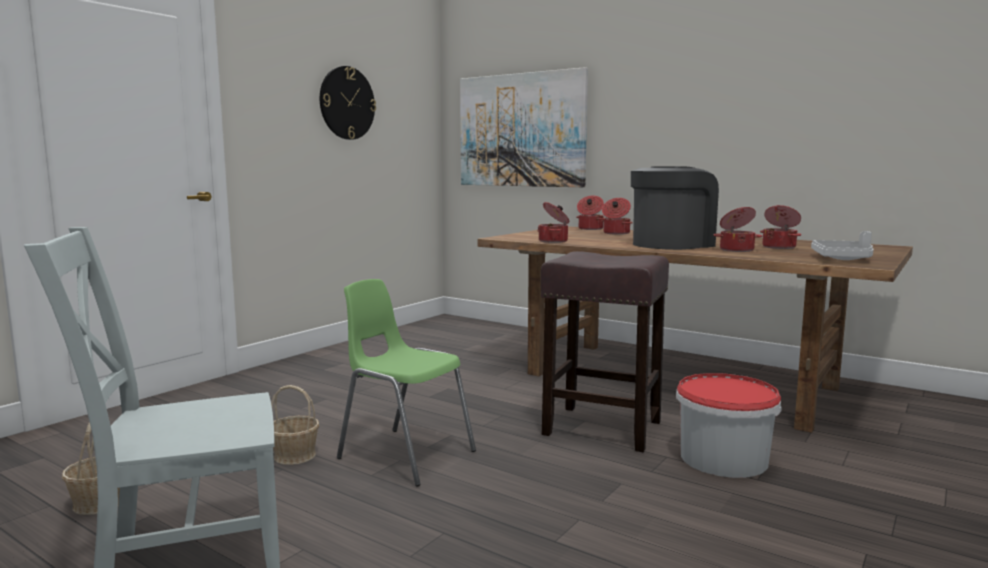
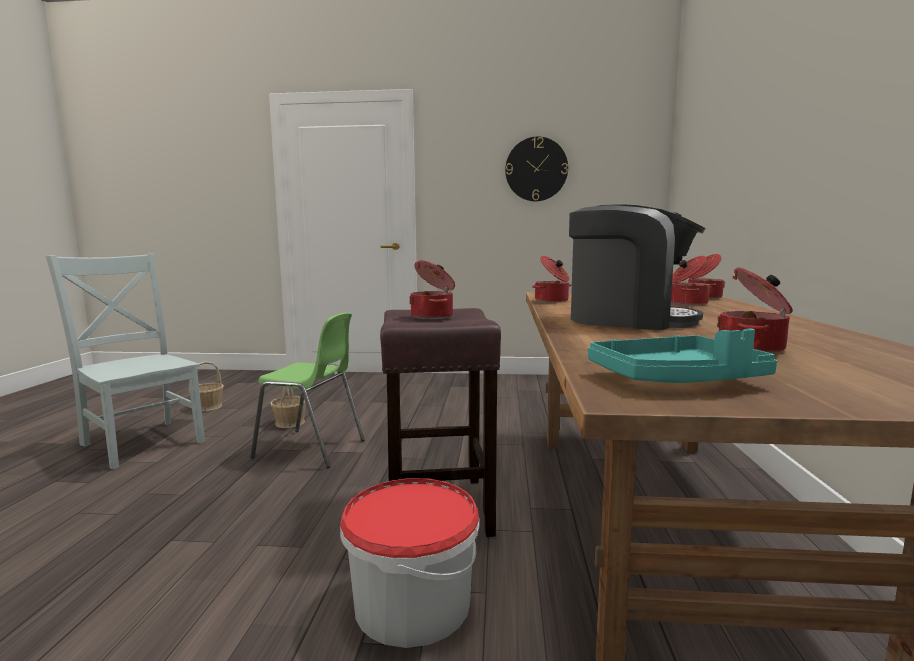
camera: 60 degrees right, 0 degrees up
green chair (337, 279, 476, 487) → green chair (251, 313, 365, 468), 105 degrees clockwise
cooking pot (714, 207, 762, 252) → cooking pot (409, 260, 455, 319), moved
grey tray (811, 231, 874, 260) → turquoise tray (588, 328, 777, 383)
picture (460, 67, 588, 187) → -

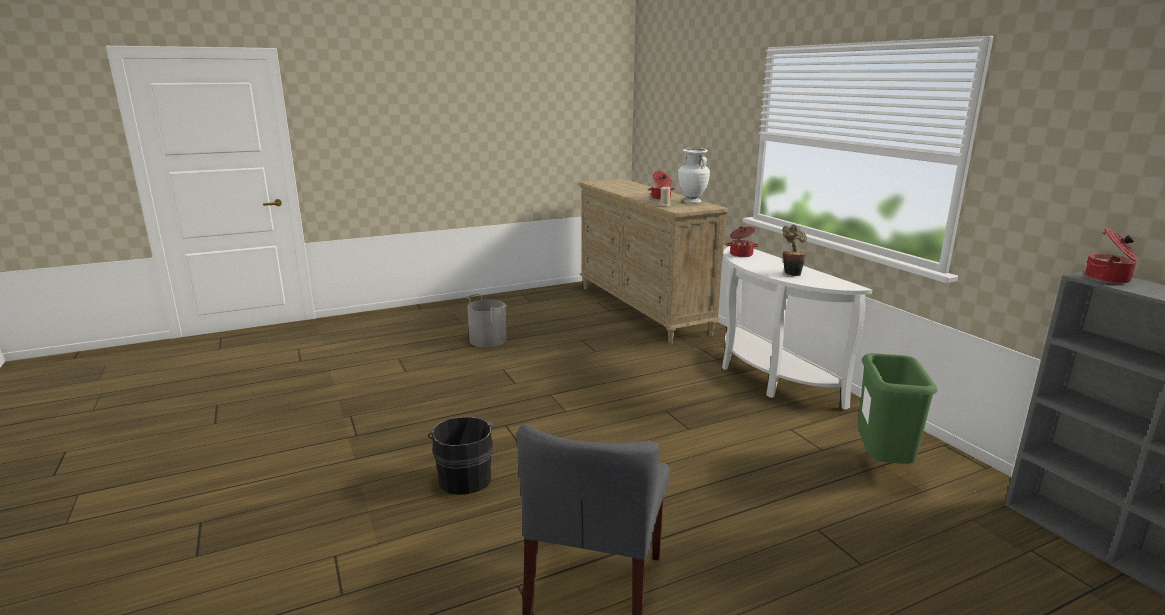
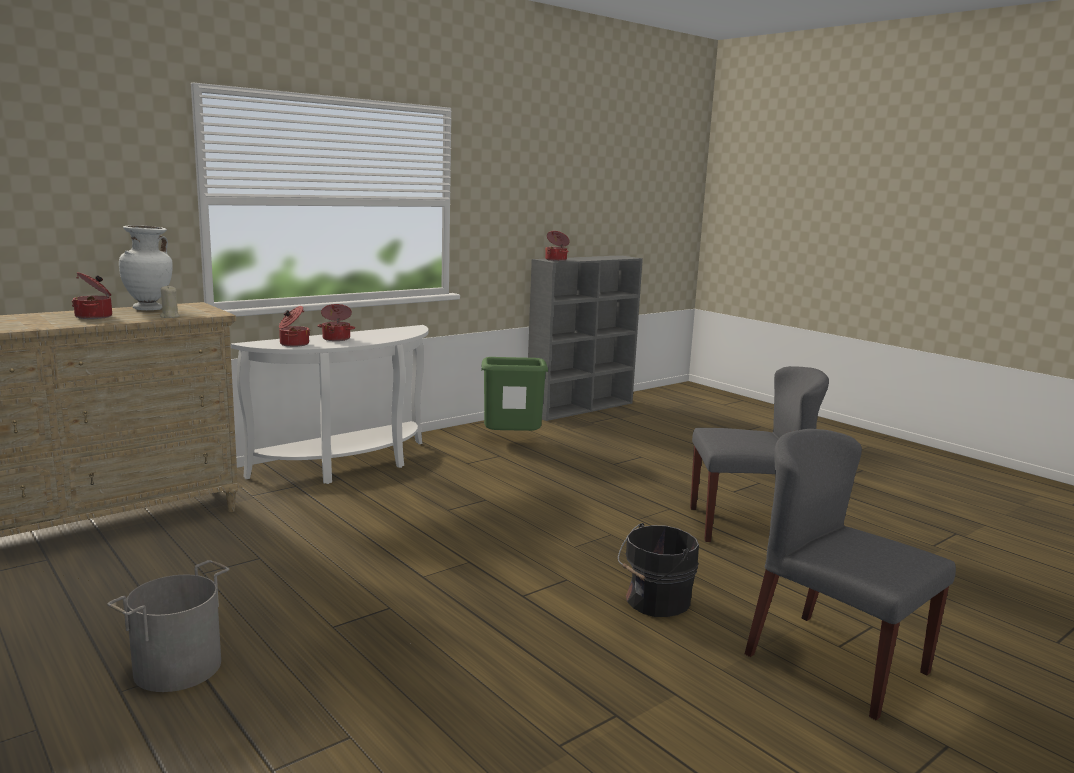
camera: 105 degrees left, 5 degrees down
- → cooking pot (318, 304, 355, 341)
- → grey chair (745, 429, 956, 721)
potted plant (782, 225, 807, 276) → -

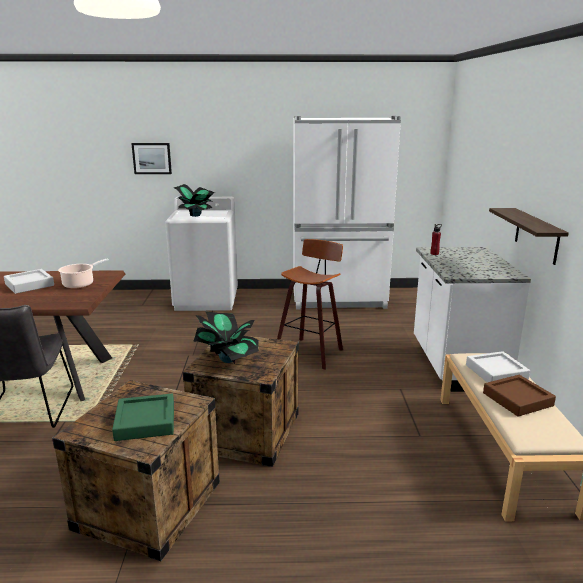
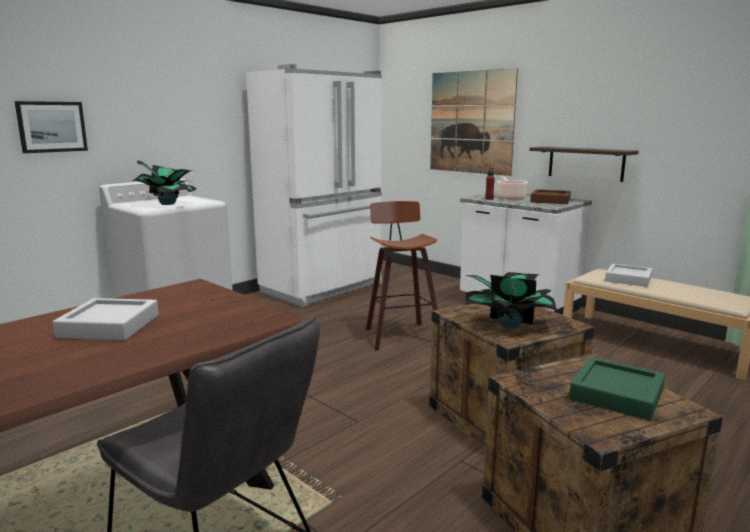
camera: 45 degrees left, 5 degrees down
- → picture (430, 68, 518, 176)
cooking pot (58, 259, 109, 289) → cooking pot (497, 177, 528, 199), moved
brown tray (483, 375, 556, 417) → brown tray (530, 189, 571, 204), moved

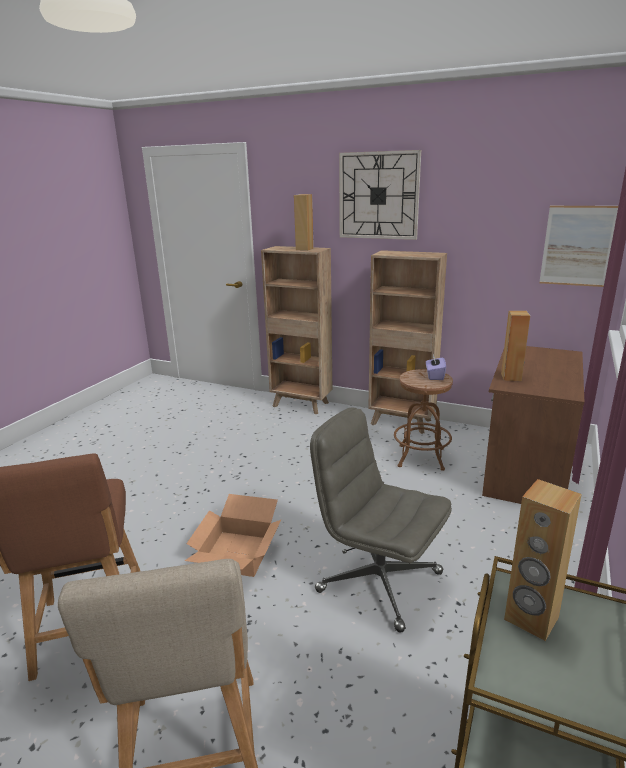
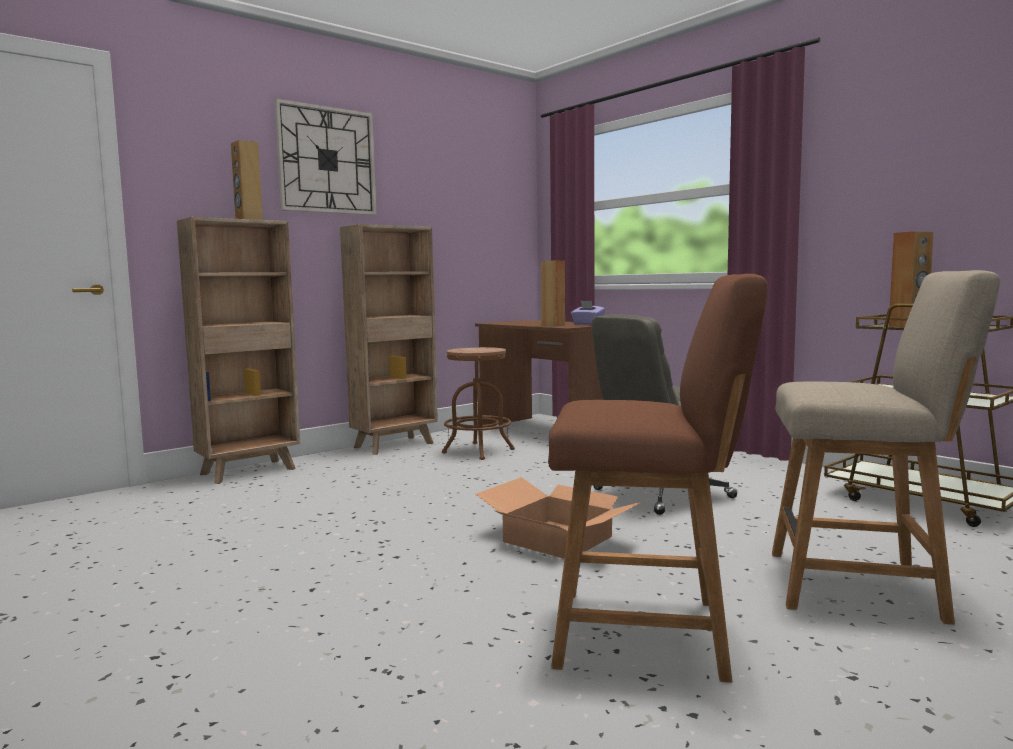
camera: 65 degrees left, 15 degrees down
purple tissue box (426, 354, 446, 380) → purple tissue box (571, 301, 605, 325), moved
picture (539, 206, 618, 287) → -

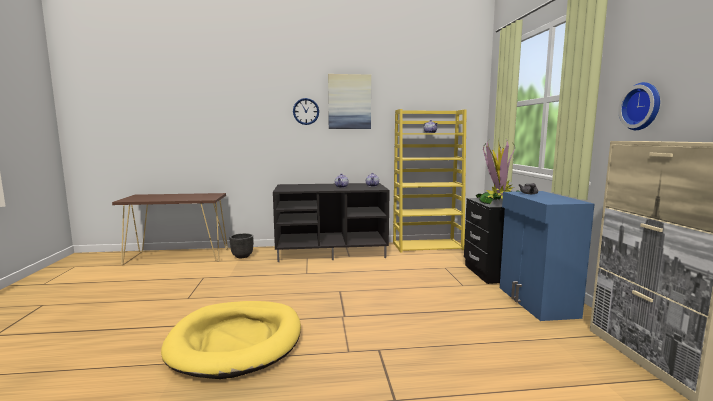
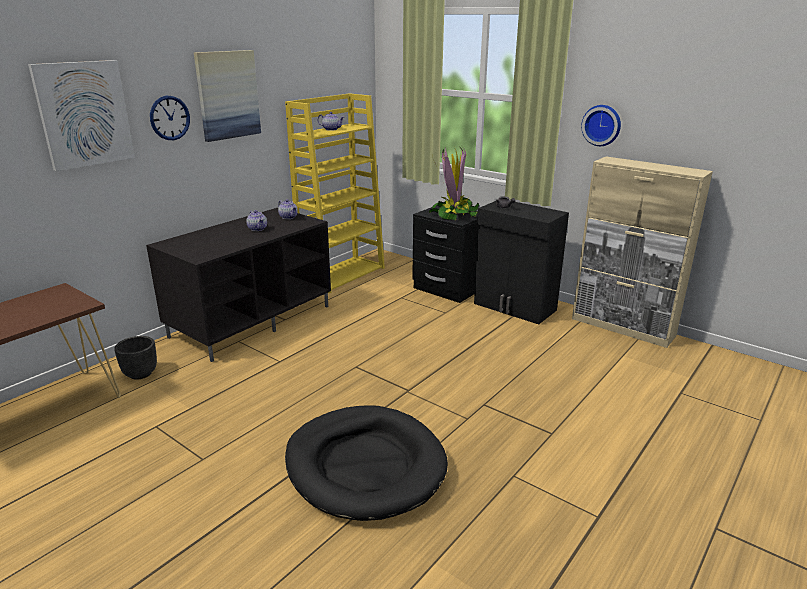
camera: 45 degrees left, 15 degrees up
- → picture (28, 60, 135, 171)
yellow dog bed (161, 301, 301, 379) → black dog bed (285, 405, 448, 521)
blue cabinet (500, 191, 594, 321) → black cabinet (474, 201, 569, 324)

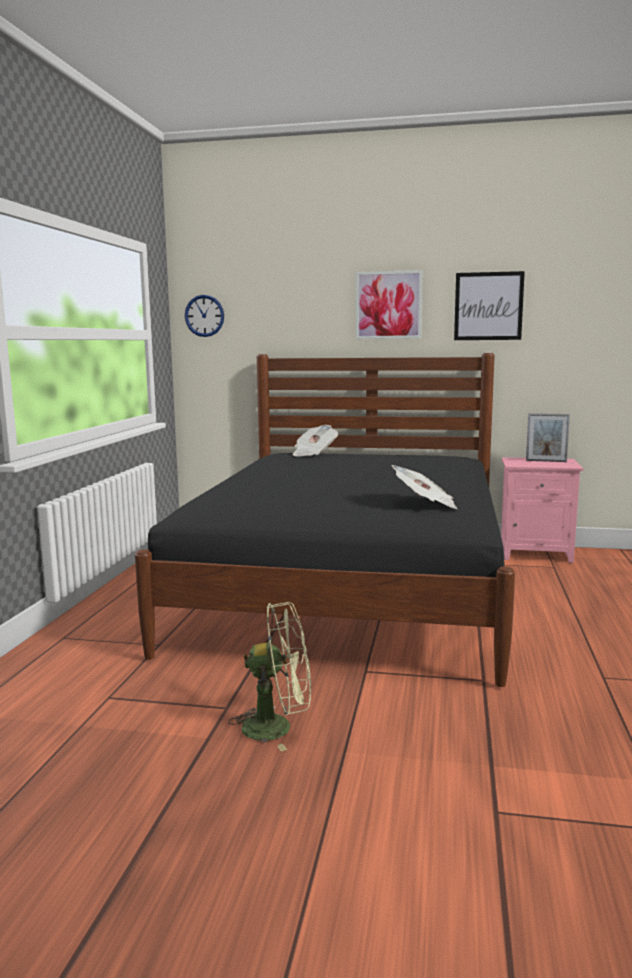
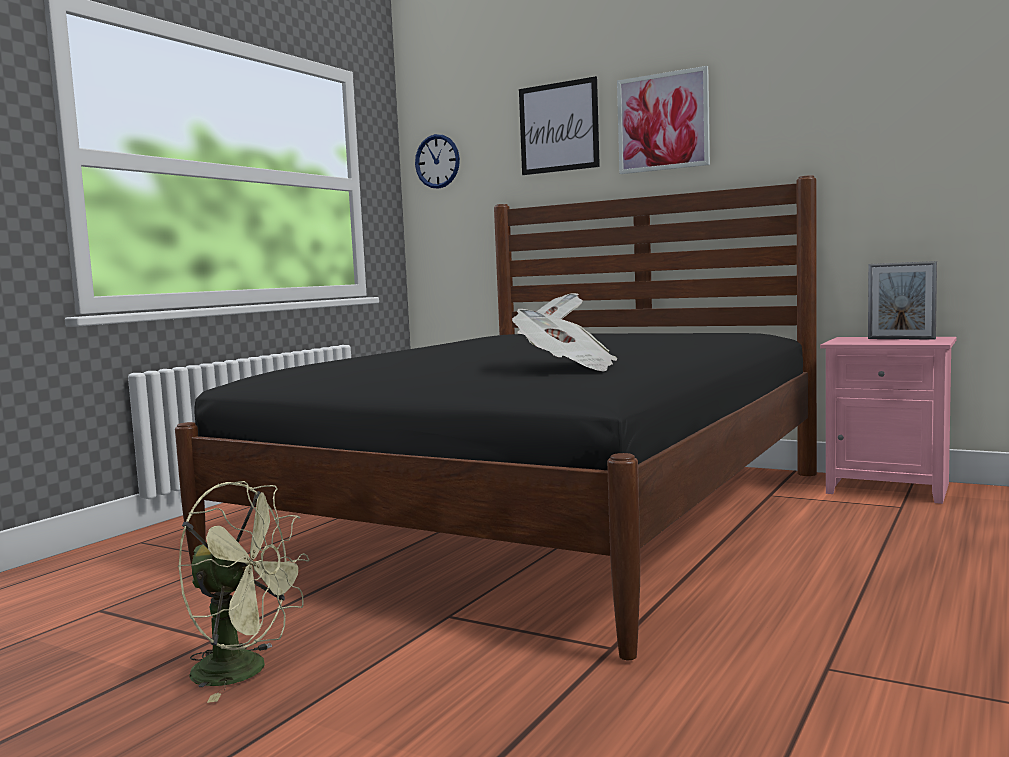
camera: 20 degrees right, 5 degrees down
picture (454, 271, 525, 340) → picture (519, 76, 600, 175), moved

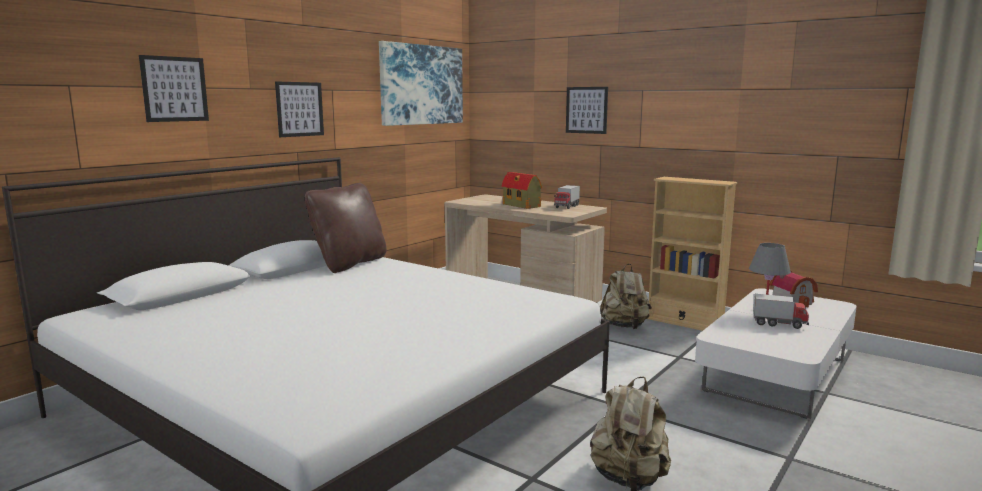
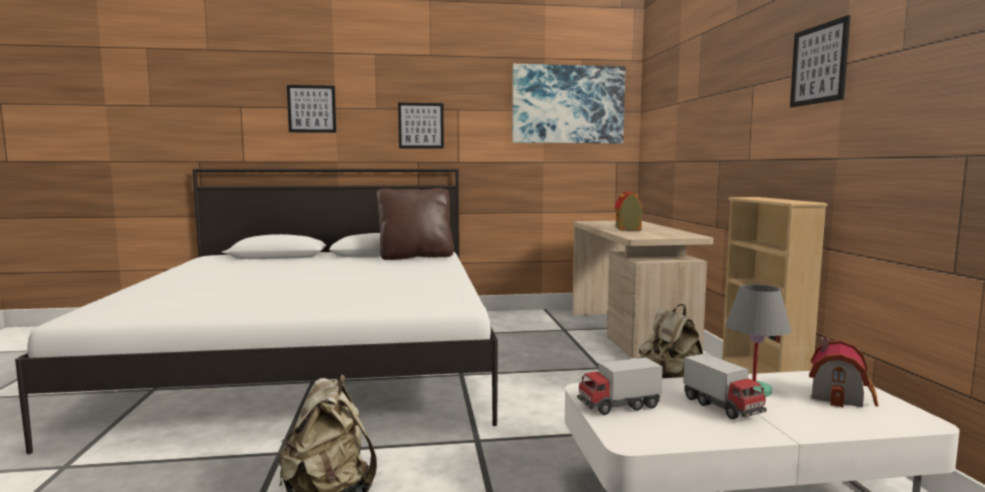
camera: 45 degrees right, 5 degrees down
toy truck (554, 185, 580, 209) → toy truck (577, 357, 663, 415), moved
picture (566, 87, 608, 134) → picture (790, 15, 850, 107), moved

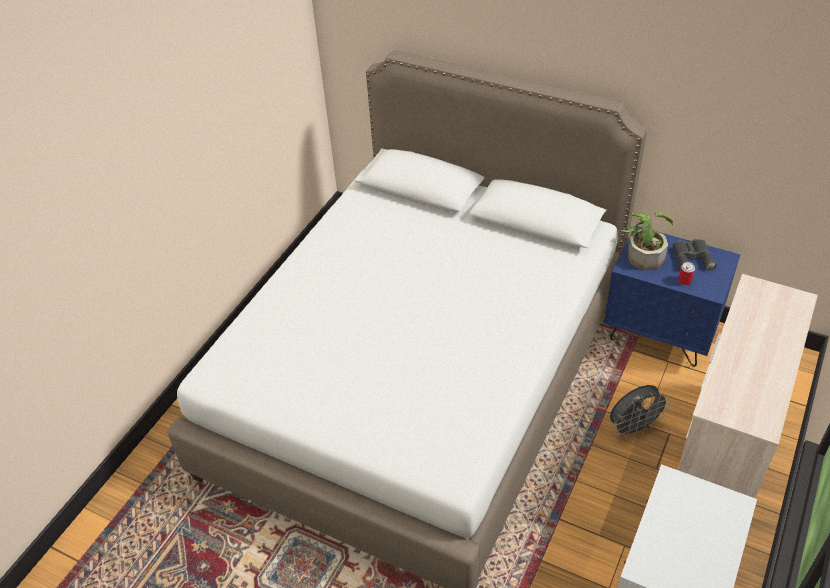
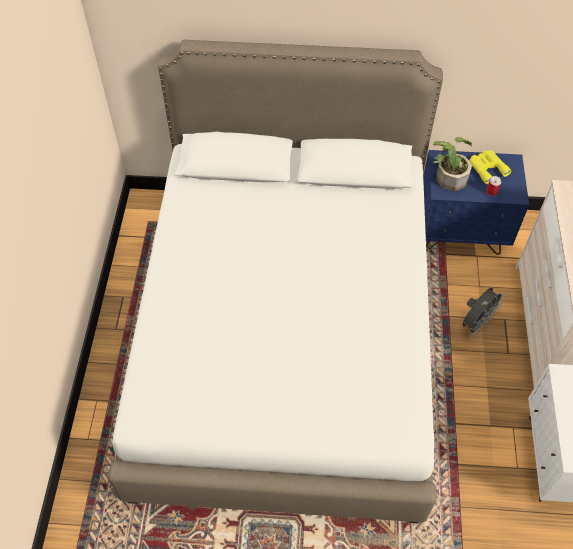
camera: 25 degrees left, 10 degrees up
grey binoculars (672, 239, 717, 271) → yellow binoculars (469, 150, 512, 184)

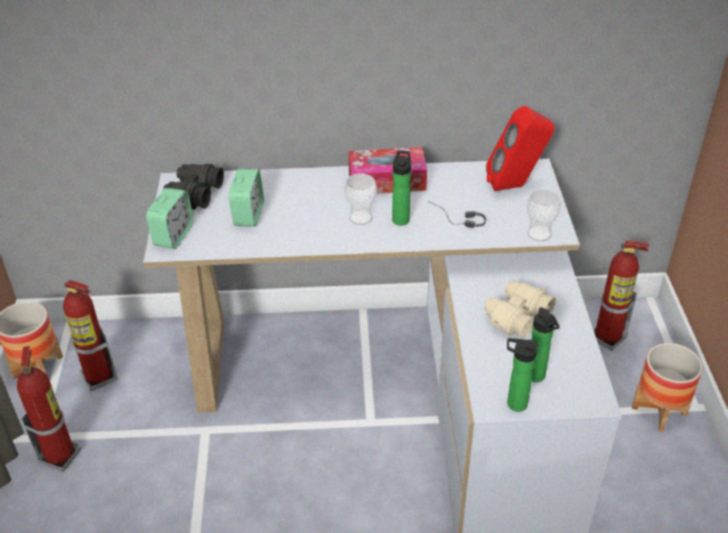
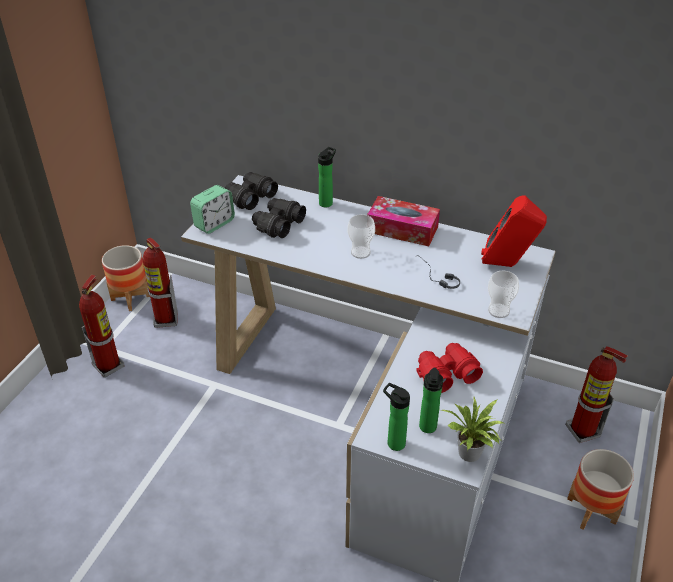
camera: 25 degrees right, 0 degrees up
alarm clock (229, 169, 264, 227) → black binoculars (252, 198, 306, 238)
bottle (392, 150, 411, 226) → bottle (318, 147, 336, 208), moved
beige binoculars (484, 280, 556, 339) → red binoculars (416, 343, 483, 393)
- → potted plant (441, 397, 504, 462)

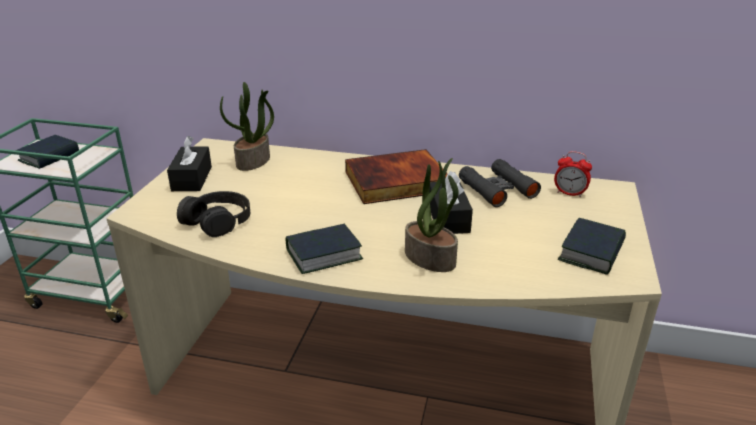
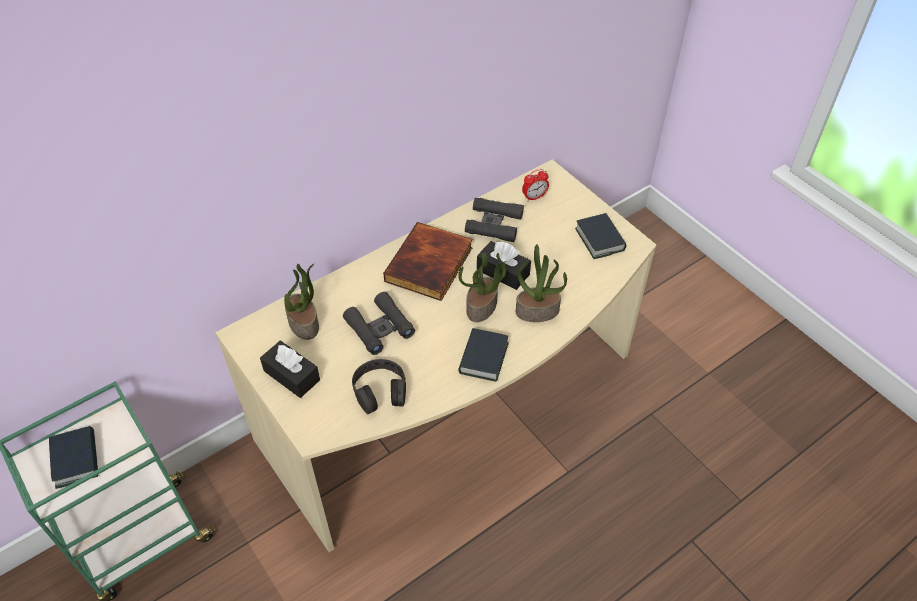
camera: 50 degrees left, 20 degrees up
- → black binoculars (343, 292, 415, 355)
- → potted plant (458, 253, 506, 322)

